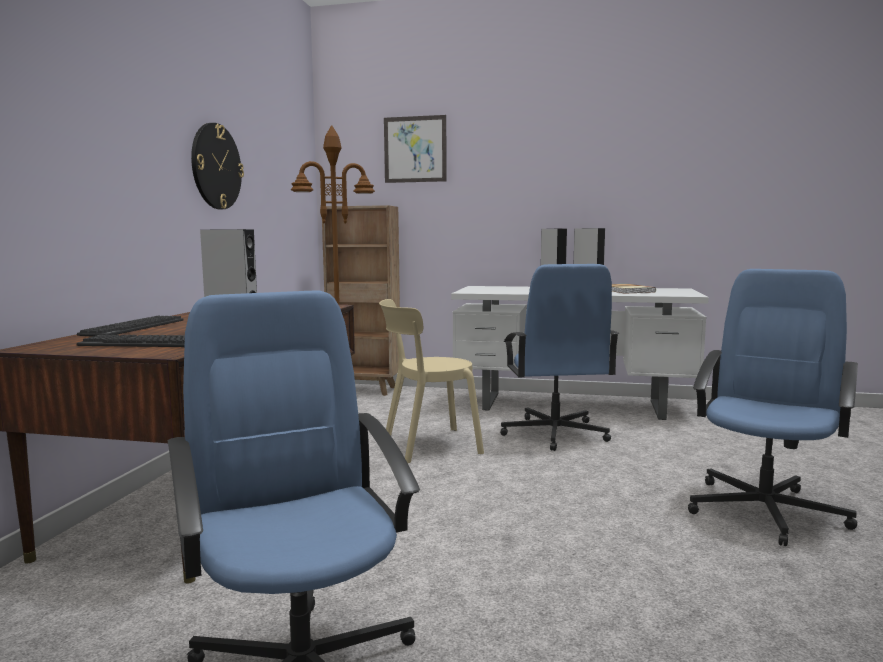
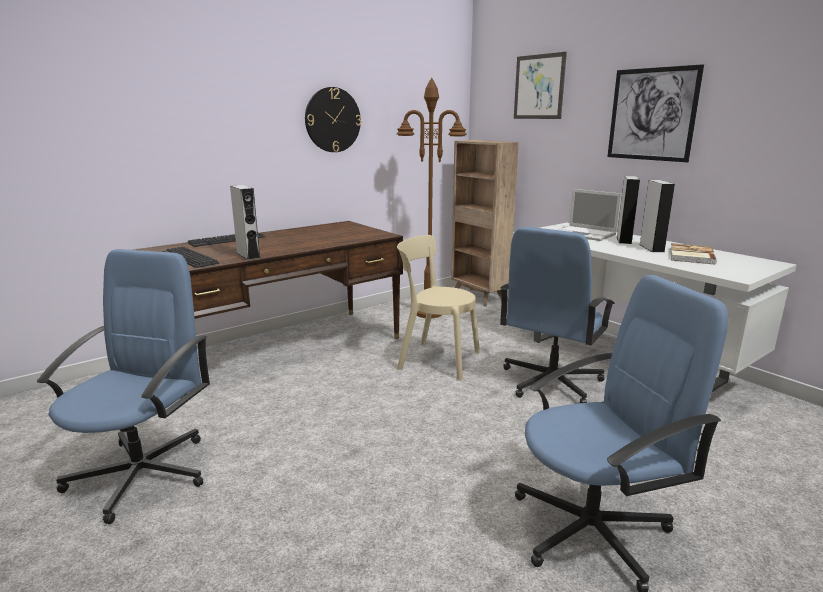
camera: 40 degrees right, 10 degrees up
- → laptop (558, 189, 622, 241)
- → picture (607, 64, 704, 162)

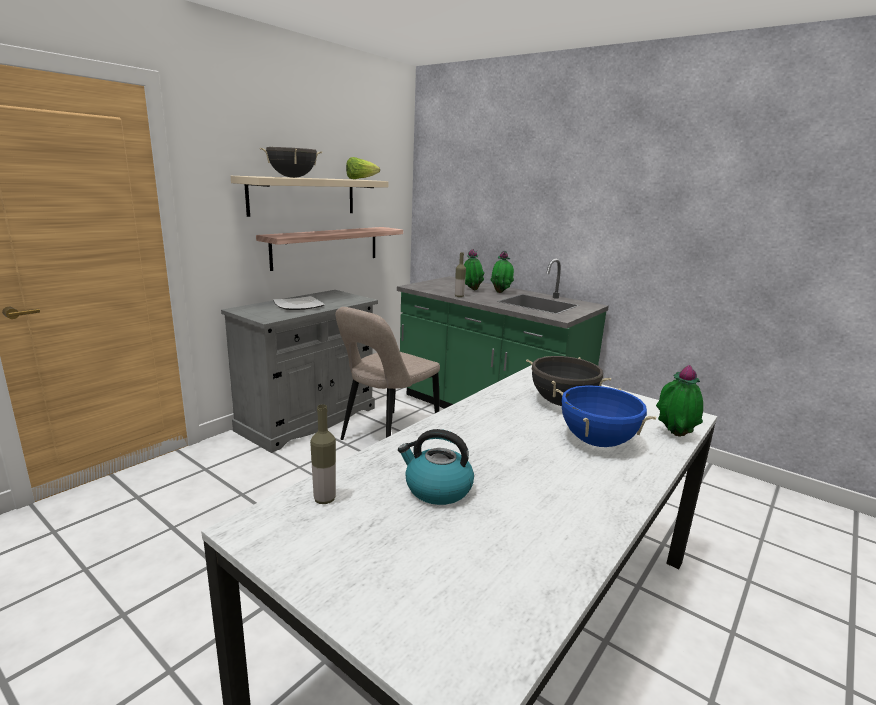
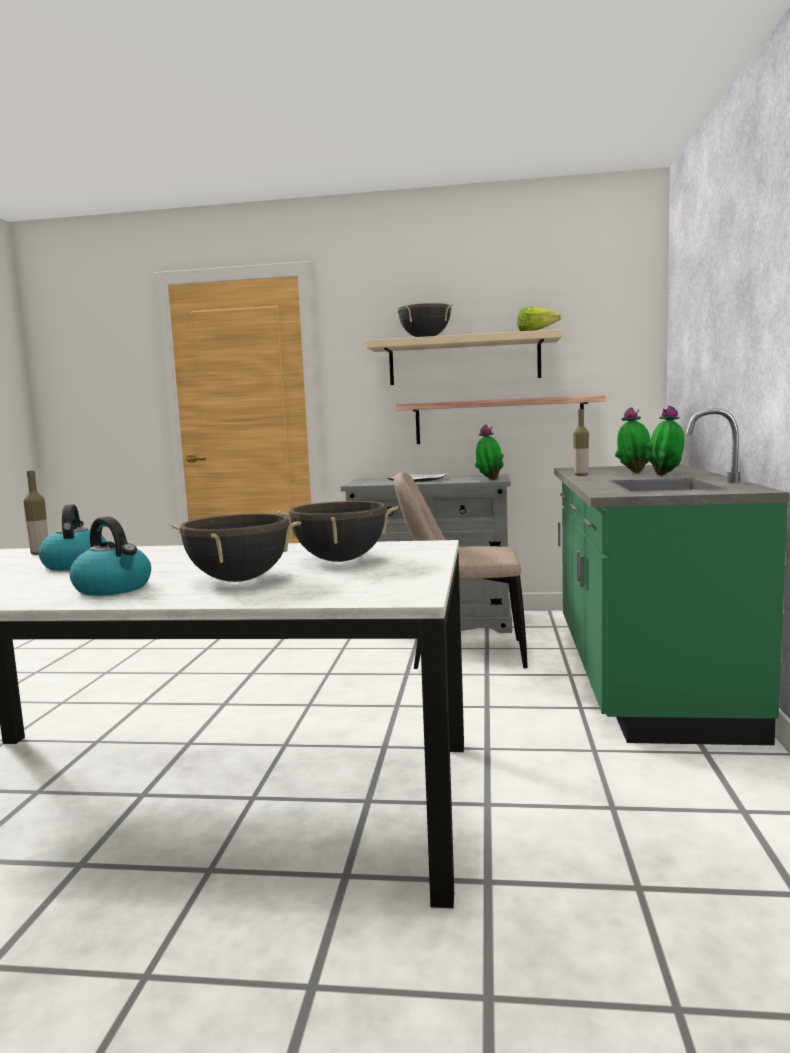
camera: 60 degrees right, 10 degrees down
- → kettle (70, 516, 151, 596)
blue cooking pot (556, 385, 657, 447) → black cooking pot (170, 514, 301, 582)
potted plant (656, 365, 703, 437) → potted plant (475, 425, 504, 480), moved

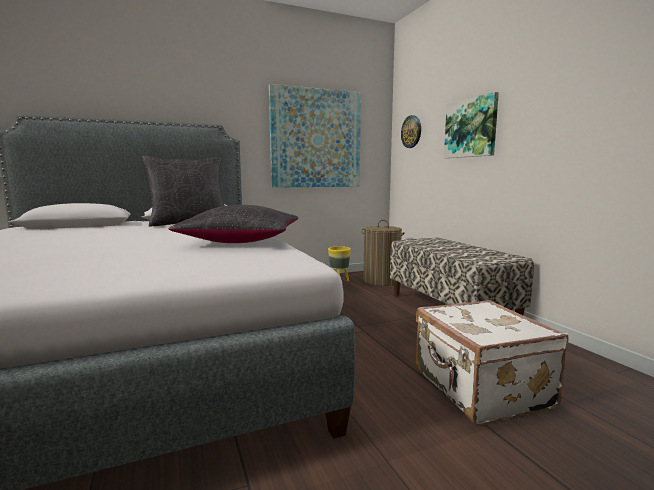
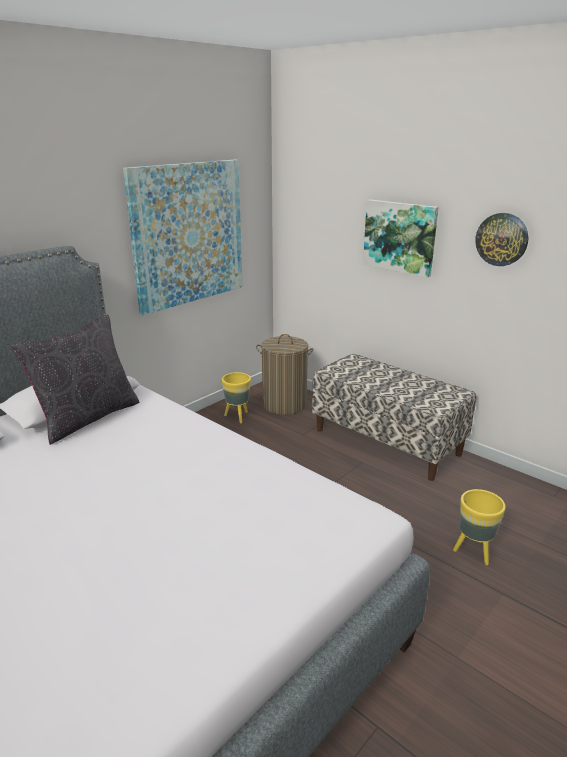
camera: 25 degrees left, 15 degrees up
white suitcase (416, 300, 569, 425) → yellow planter (453, 489, 506, 565)
wall clock (401, 115, 421, 148) → wall clock (475, 213, 529, 266), moved
black pillow (169, 205, 298, 243) → -

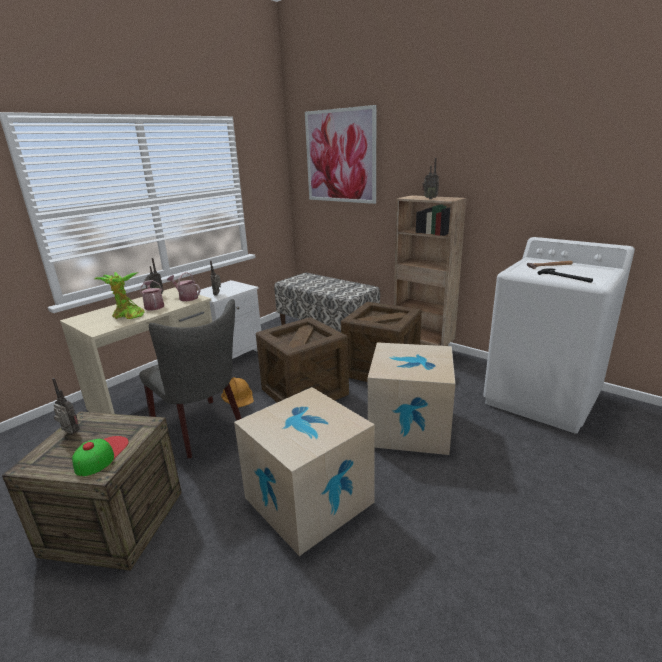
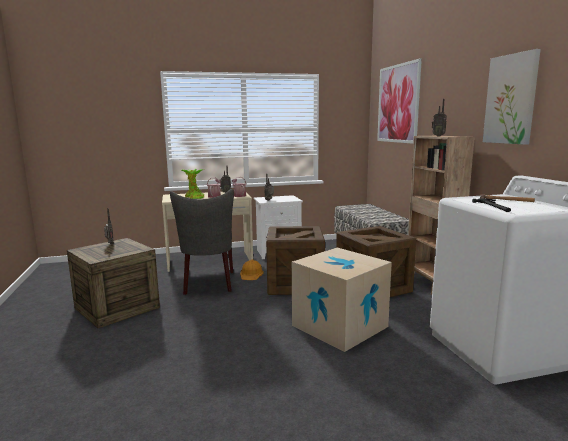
camera: 35 degrees right, 10 degrees down
- → picture (483, 49, 541, 145)
cap (72, 436, 129, 476) → -
cardboard box (234, 387, 375, 556) → -

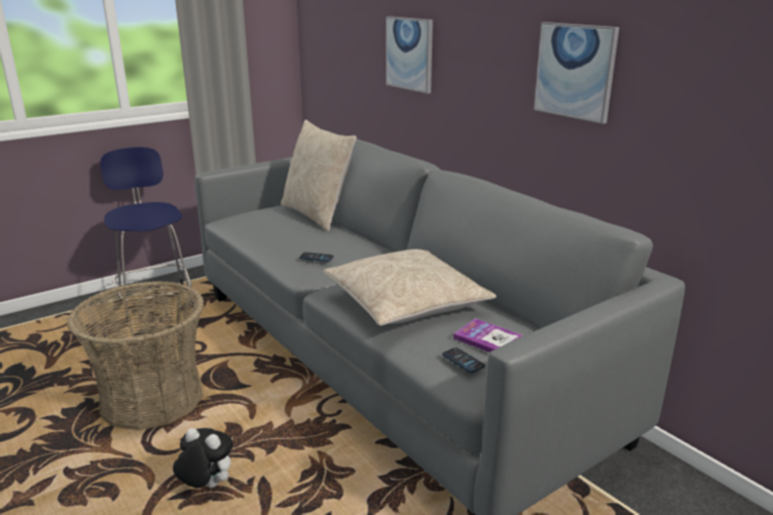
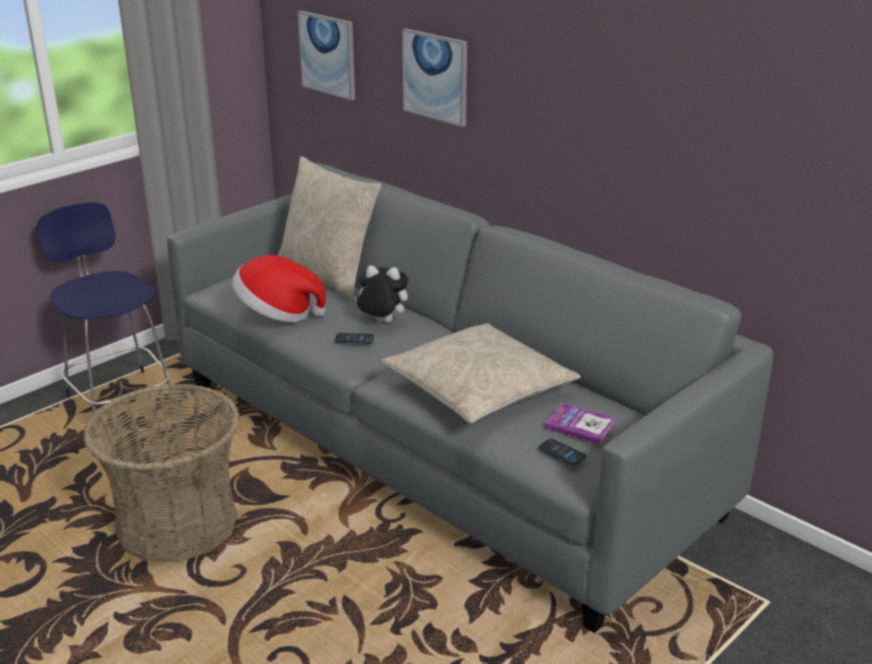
camera: 10 degrees left, 5 degrees up
- → hat (232, 255, 326, 322)
picture (534, 22, 619, 124) → picture (298, 11, 355, 100), moved
plush toy (173, 428, 233, 488) → plush toy (353, 266, 408, 323), moved

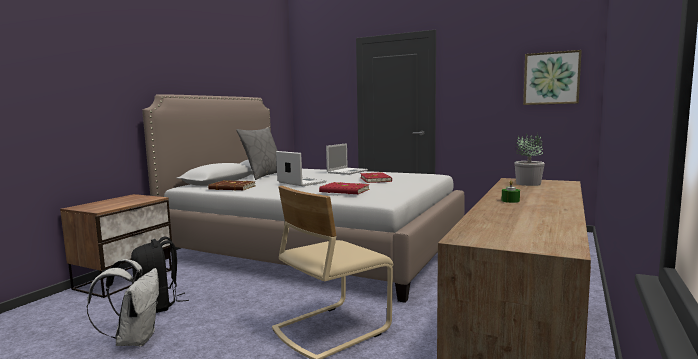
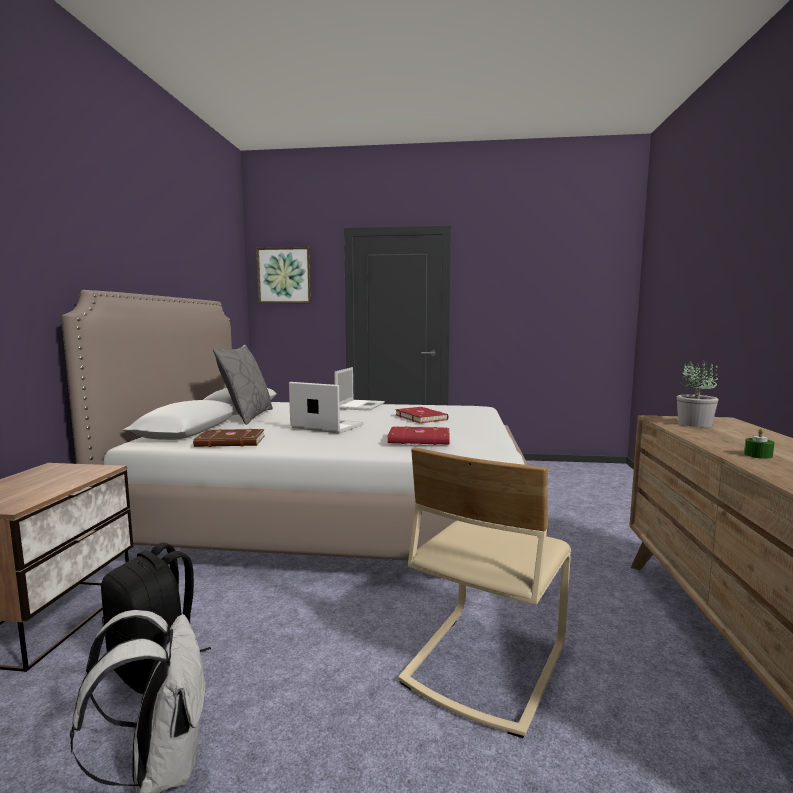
camera: 20 degrees left, 0 degrees up
picture (523, 50, 582, 105) → picture (256, 247, 312, 304), moved

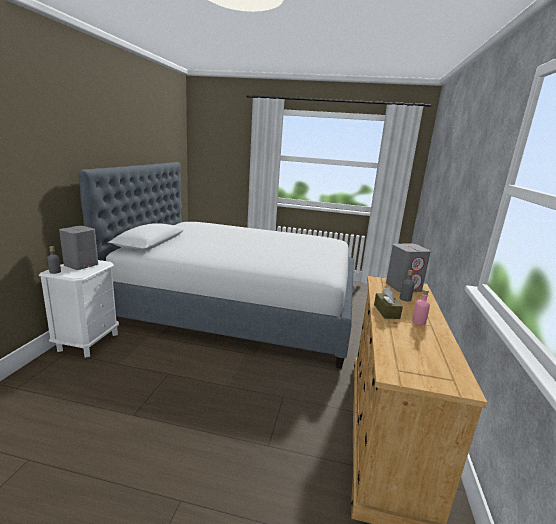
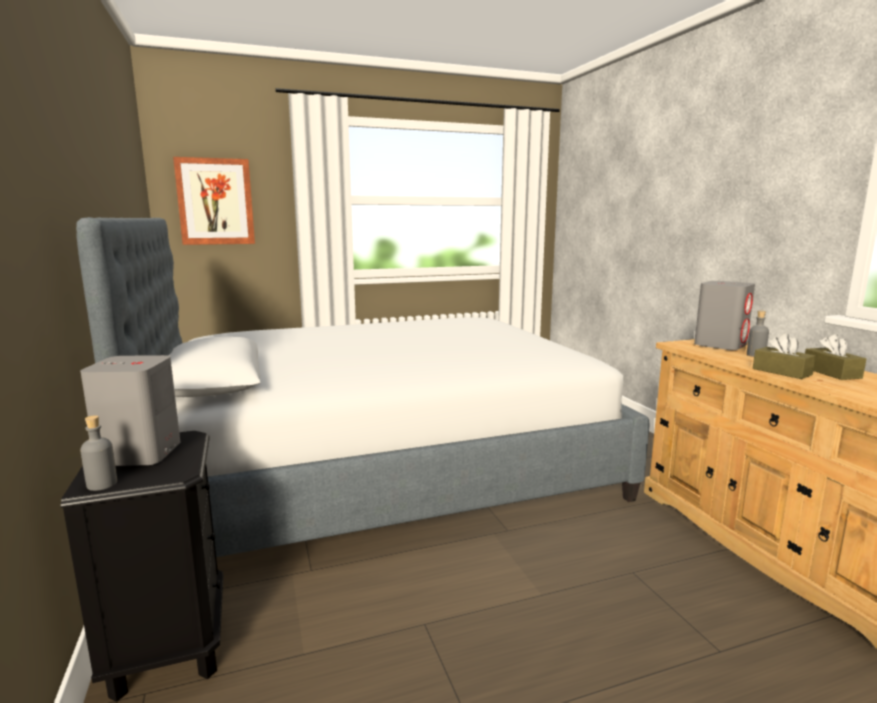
camera: 30 degrees left, 5 degrees down
white nightstand (39, 260, 119, 358) → black nightstand (61, 431, 223, 702)
- → picture (173, 157, 255, 245)
pink bottle (412, 289, 430, 325) → brown tissue box (805, 334, 866, 380)

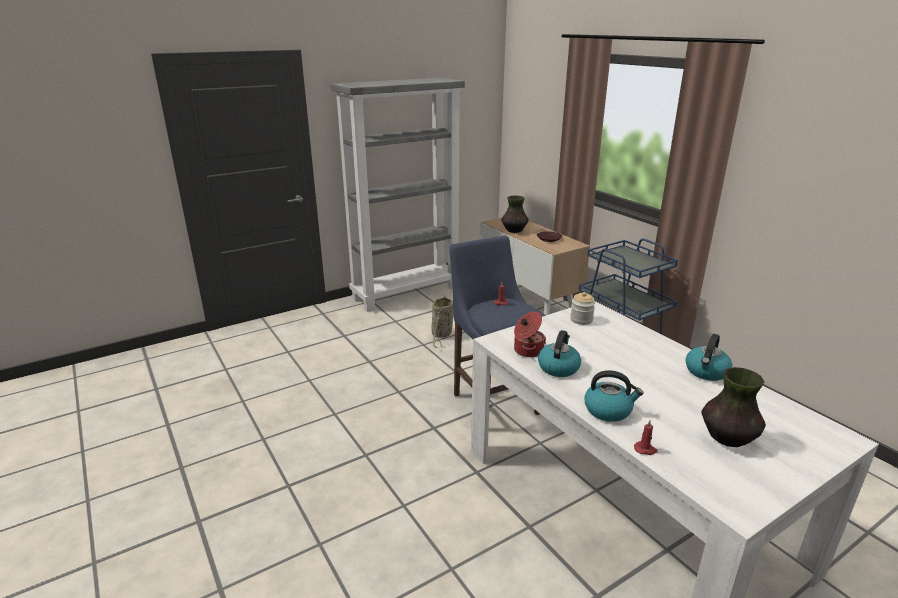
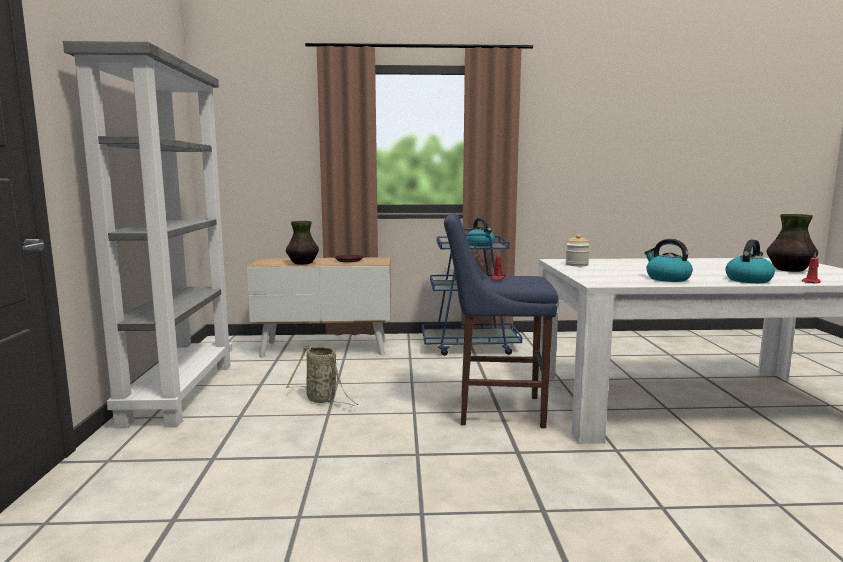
camera: 60 degrees left, 15 degrees down
kettle (686, 334, 732, 381) → kettle (466, 218, 495, 246), moved
cooking pot (514, 312, 546, 357) → -

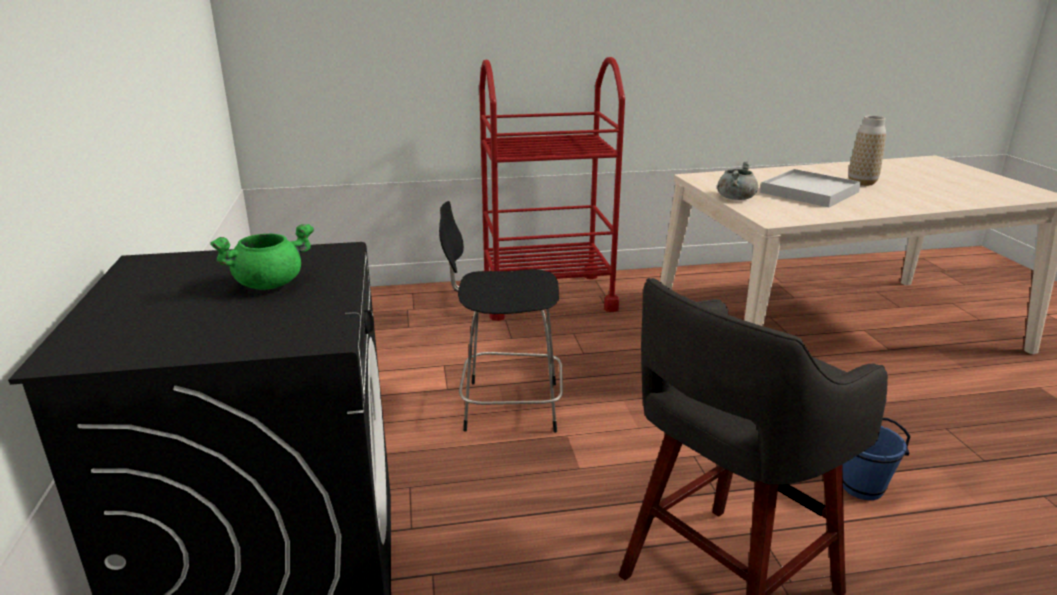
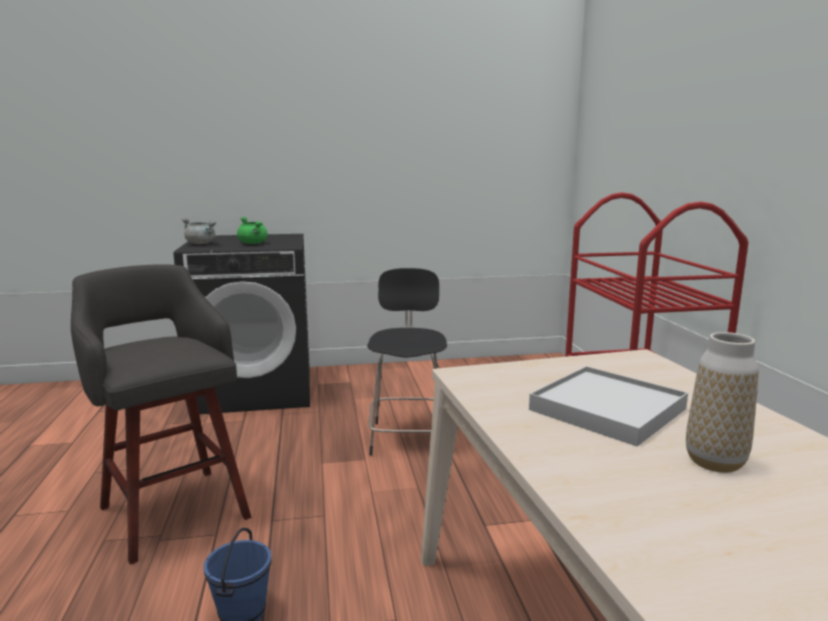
camera: 90 degrees right, 10 degrees down
grey cooking pot (717, 162, 758, 200) → grey cooking pot (181, 217, 217, 244), moved

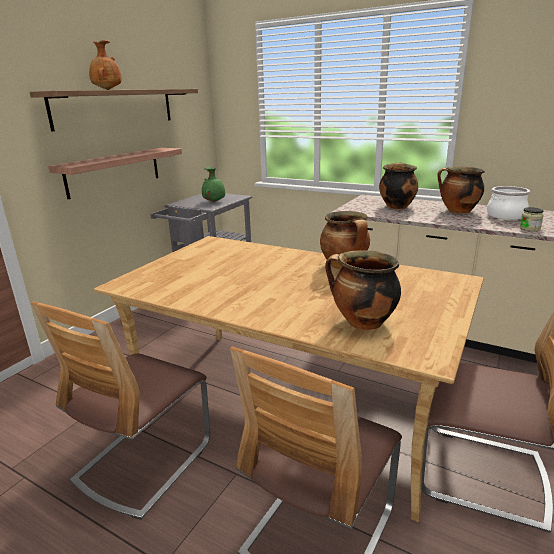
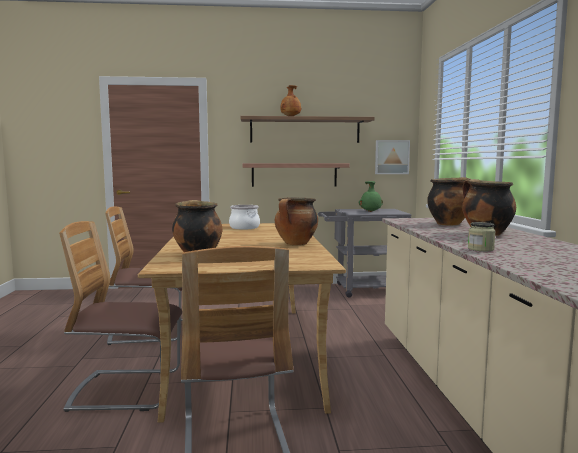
camera: 55 degrees right, 15 degrees down
cooking pot (487, 186, 530, 220) → cooking pot (229, 205, 260, 230), moved
- → picture (375, 140, 410, 174)

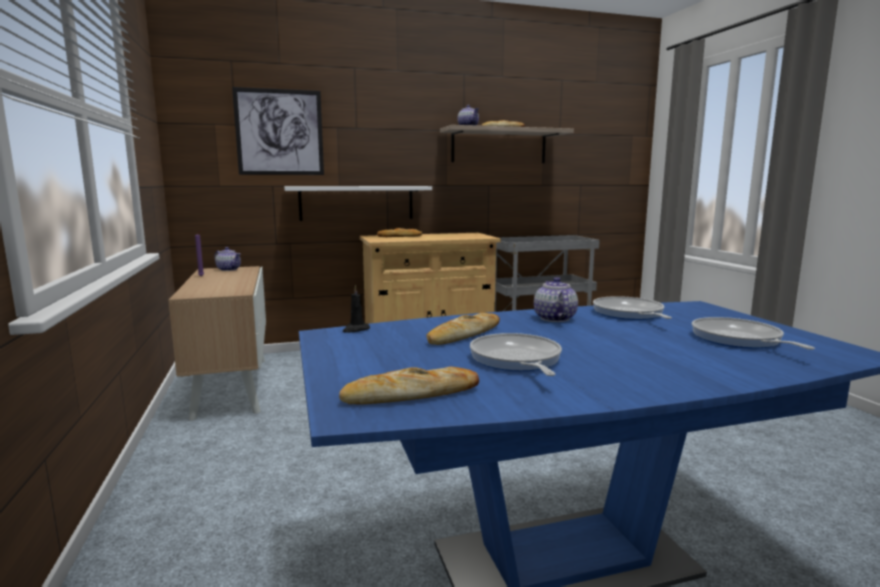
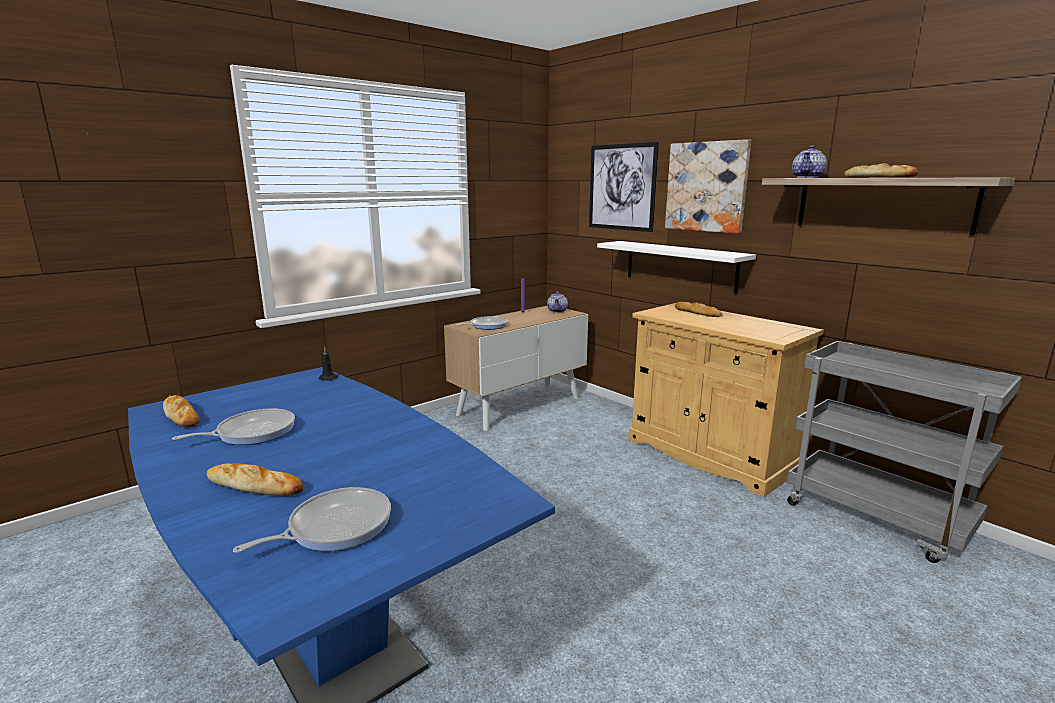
camera: 65 degrees right, 5 degrees up
bread (426, 313, 500, 345) → bread (207, 463, 303, 496), moved
frying pan (593, 296, 672, 320) → frying pan (456, 316, 508, 330), moved
- → picture (665, 139, 751, 234)
teapot (534, 277, 578, 322) → -

